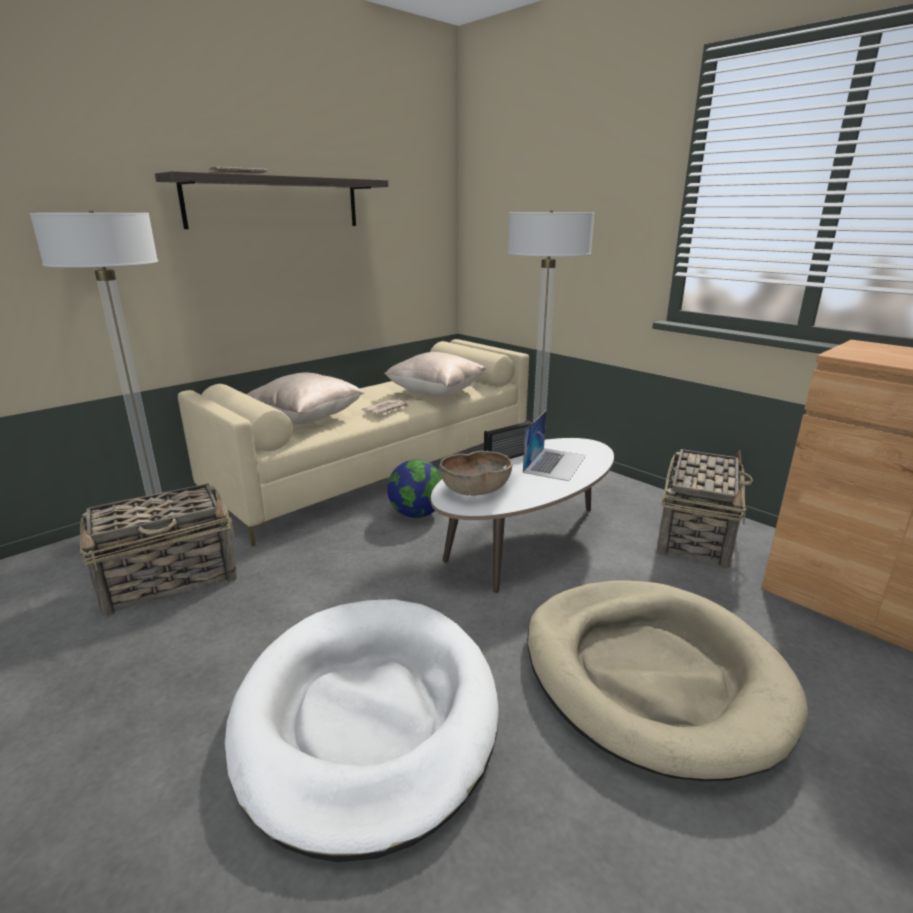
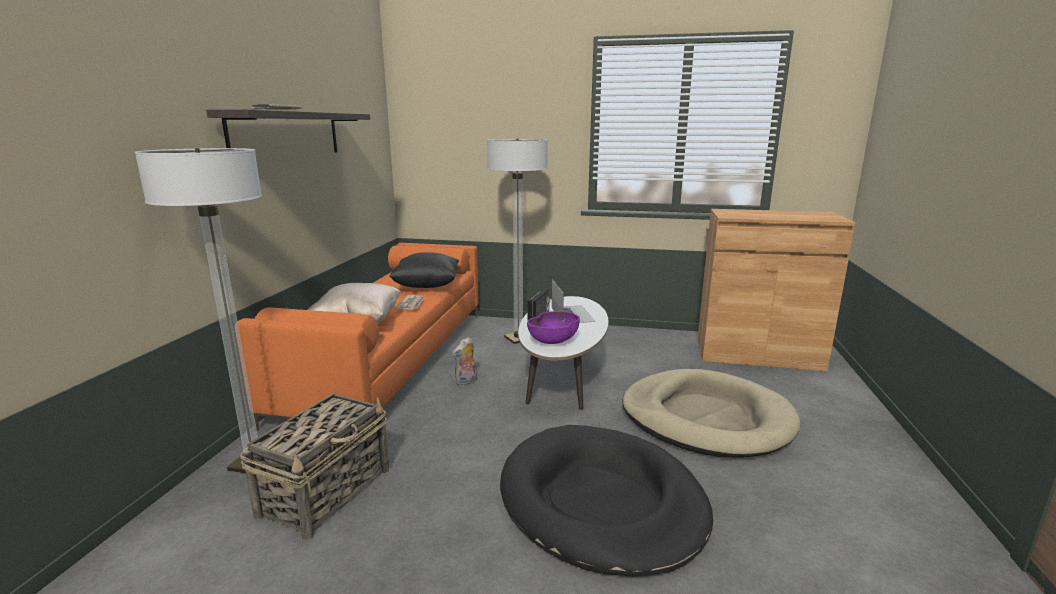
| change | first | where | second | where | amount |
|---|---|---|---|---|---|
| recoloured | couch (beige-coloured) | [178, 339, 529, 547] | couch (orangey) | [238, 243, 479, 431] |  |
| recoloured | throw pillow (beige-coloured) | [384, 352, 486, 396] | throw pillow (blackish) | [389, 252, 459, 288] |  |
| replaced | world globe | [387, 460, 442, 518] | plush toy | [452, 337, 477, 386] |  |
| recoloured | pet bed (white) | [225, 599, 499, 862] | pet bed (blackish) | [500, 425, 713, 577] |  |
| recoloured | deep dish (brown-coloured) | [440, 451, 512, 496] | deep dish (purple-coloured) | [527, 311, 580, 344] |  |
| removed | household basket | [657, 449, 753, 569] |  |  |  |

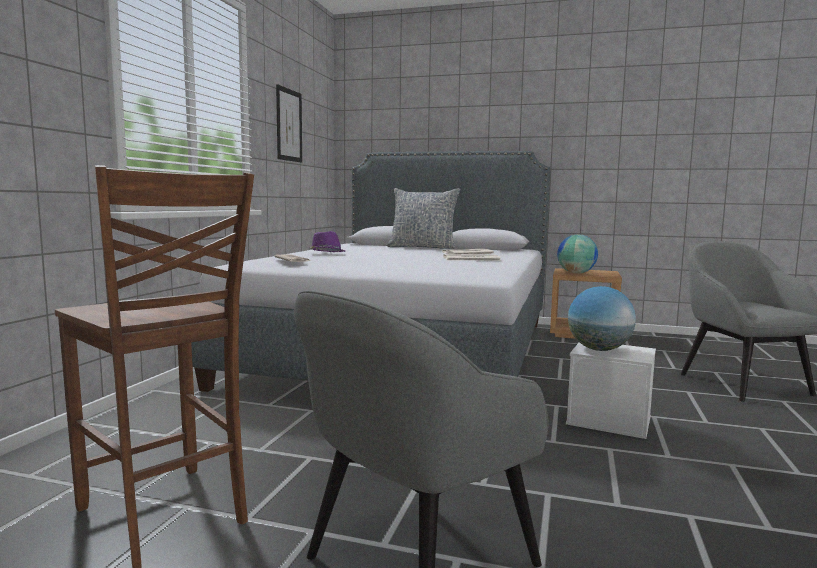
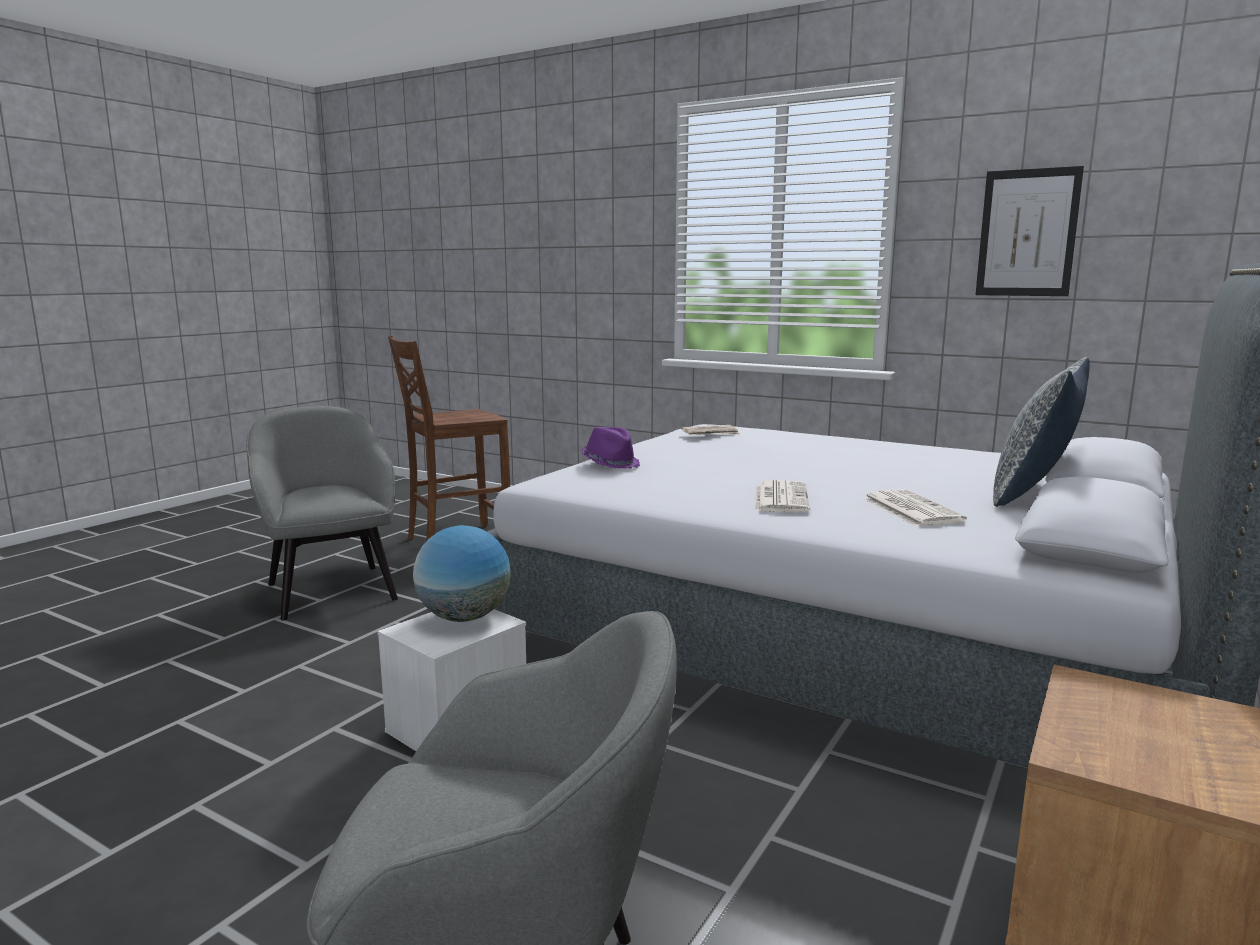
| change | first | where | second | where | amount |
|---|---|---|---|---|---|
| moved | hat (purple-coloured) | [309, 231, 346, 252] |  | [581, 427, 640, 469] |  |
| removed | world globe | [557, 234, 598, 274] |  |  |  |

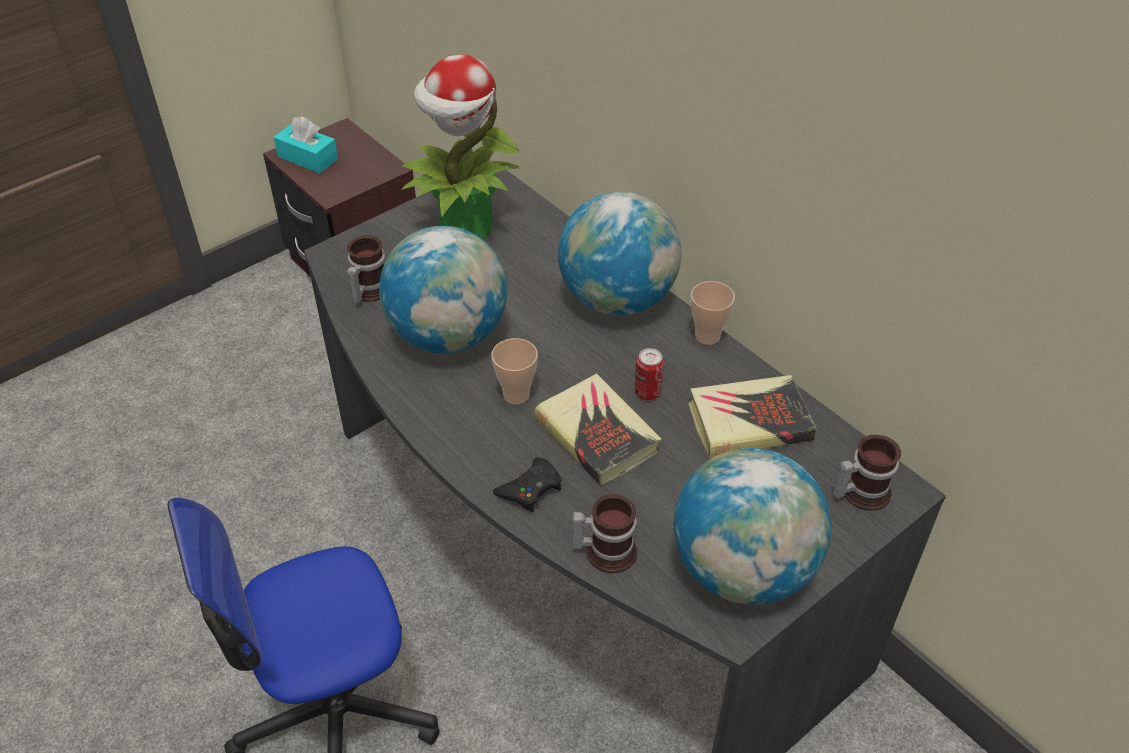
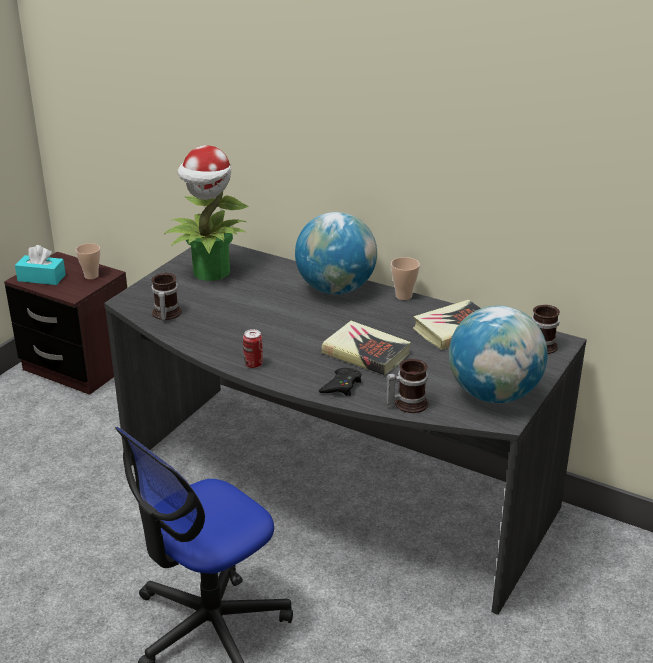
| change | first | where | second | where | amount |
|---|---|---|---|---|---|
| moved | drinking cup | [491, 338, 538, 404] |  | [76, 243, 100, 279] |  |
| moved | metal can | [635, 348, 664, 400] |  | [243, 329, 263, 368] |  |
| removed | world globe | [379, 226, 507, 354] |  |  |  |

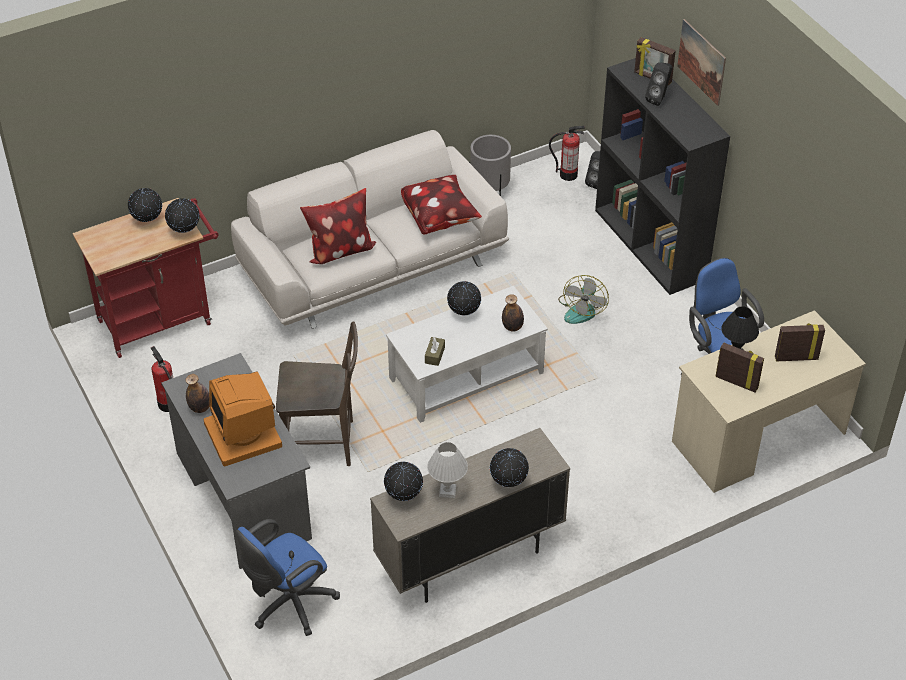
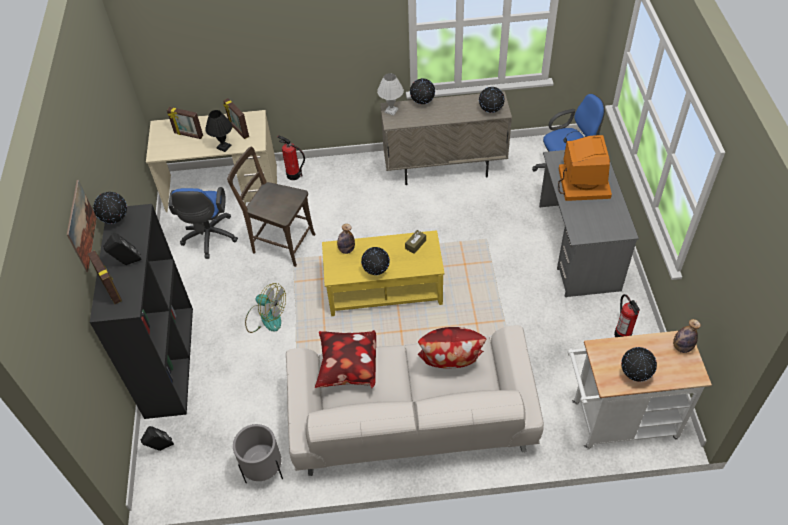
| change | first | where | second | where | amount |
|---|---|---|---|---|---|
| moved | world globe | [165, 199, 199, 233] |  | [93, 192, 127, 224] |  |
| moved | upright chair (brown-coloured) | [276, 322, 358, 466] |  | [227, 147, 315, 267] |  |
| turned | fan | [558, 275, 609, 324] |  | [245, 283, 286, 333] | 75 degrees clockwise |
| moved | fire extinguisher | [549, 126, 585, 181] |  | [277, 135, 305, 180] |  |
| recoloured | coffee table (white) | [386, 286, 548, 423] | coffee table (yellow) | [322, 230, 445, 316] |  |
| moved | lamp for a table (white) | [427, 442, 468, 498] |  | [377, 73, 404, 116] |  |
| recoloured | wheeled cart (reddish) | [73, 198, 218, 358] | wheeled cart (white) | [568, 331, 712, 450] |  |
| moved | drink bottle | [186, 374, 209, 413] |  | [673, 319, 701, 353] |  |

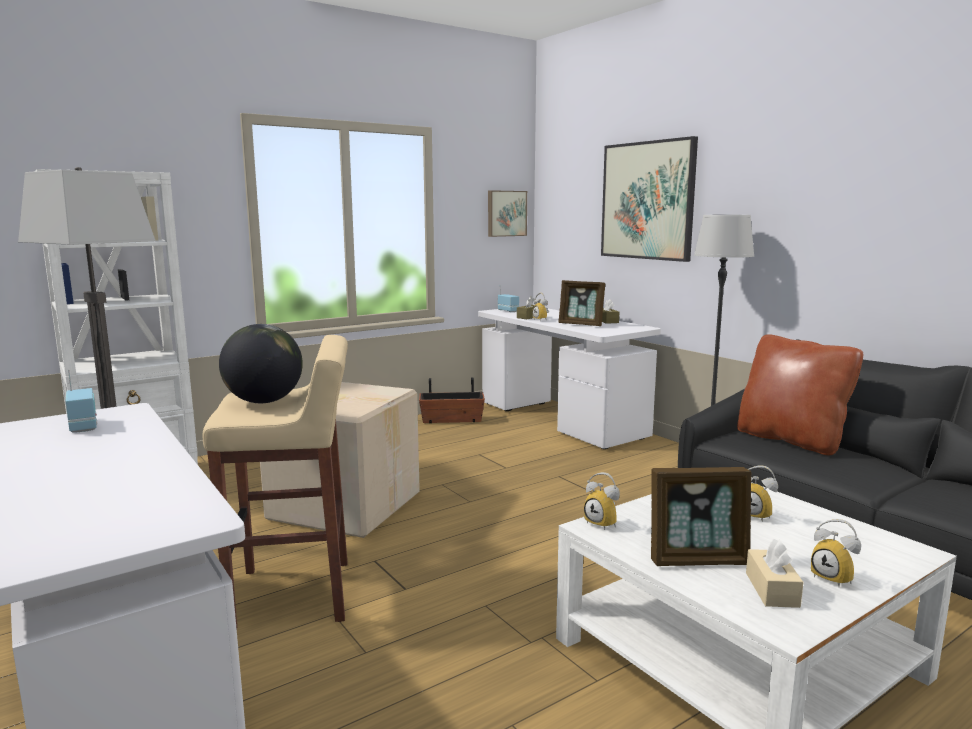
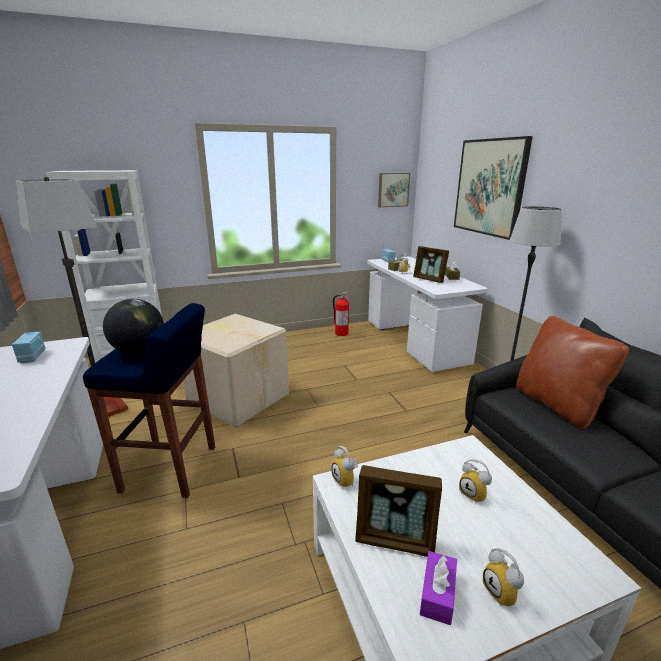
| change | first | where | second | where | amount |
|---|---|---|---|---|---|
| recoloured | stool (beige-coloured) | [203, 335, 348, 629] | stool (bluish) | [83, 303, 215, 498] |  |
| replaced | plant pot | [419, 377, 485, 423] | fire extinguisher | [333, 291, 351, 336] |  |
| recoloured | box of tissues (beige-coloured) | [746, 539, 803, 608] | box of tissues (purple-coloured) | [420, 551, 457, 625] |  |

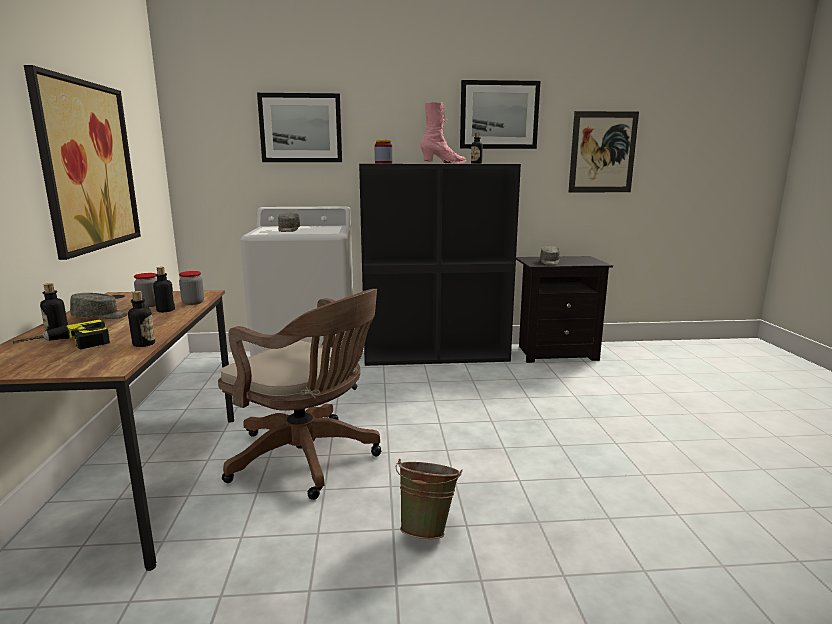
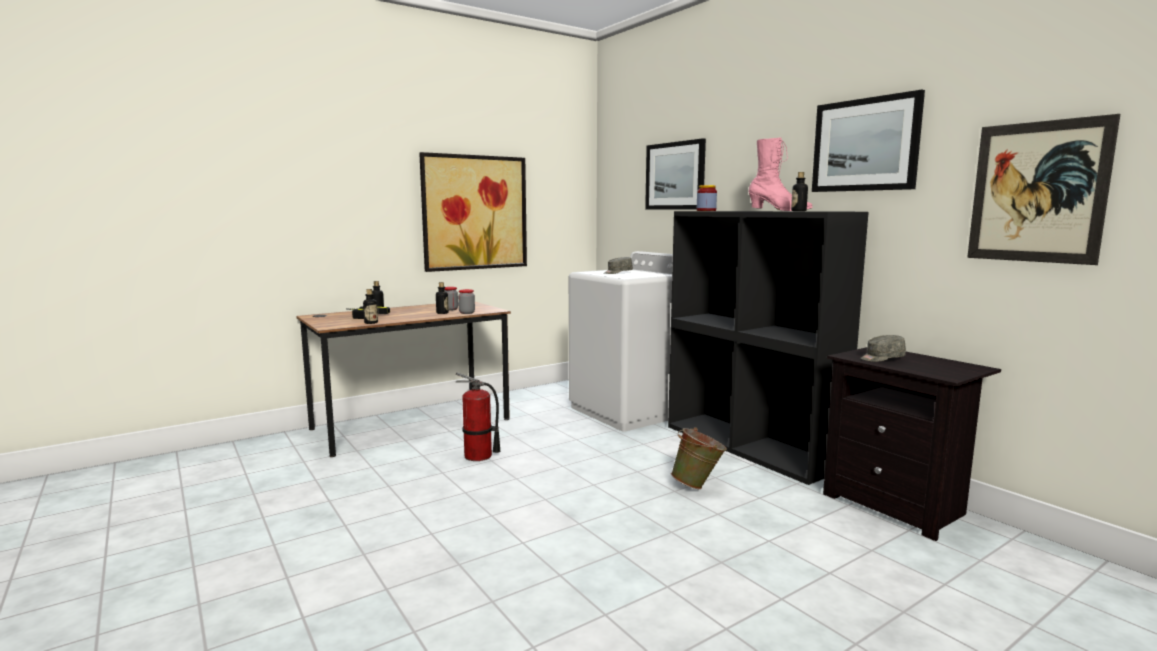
| change | first | where | second | where | amount |
|---|---|---|---|---|---|
| replaced | desk chair (brown-coloured) | [218, 289, 381, 500] | fire extinguisher | [455, 372, 500, 461] |  |
| moved | pail (greenish) | [396, 459, 462, 539] |  | [671, 427, 727, 489] |  |
| removed | peaked cap (gray) | [70, 293, 128, 319] |  |  |  |

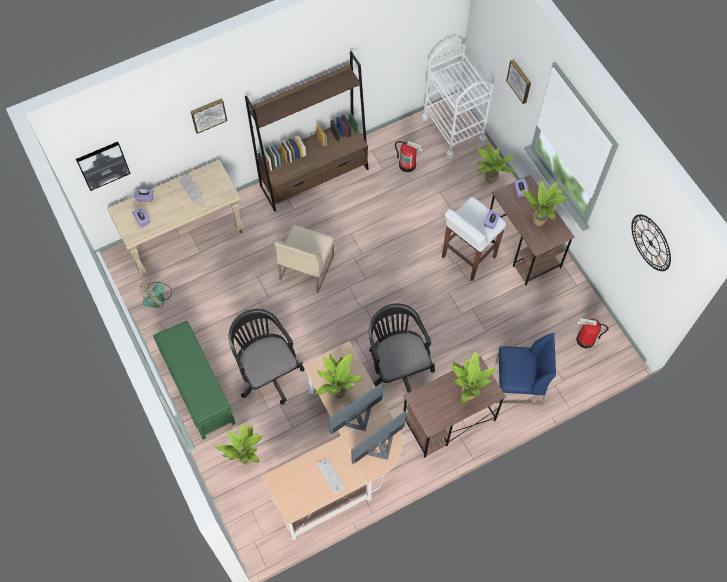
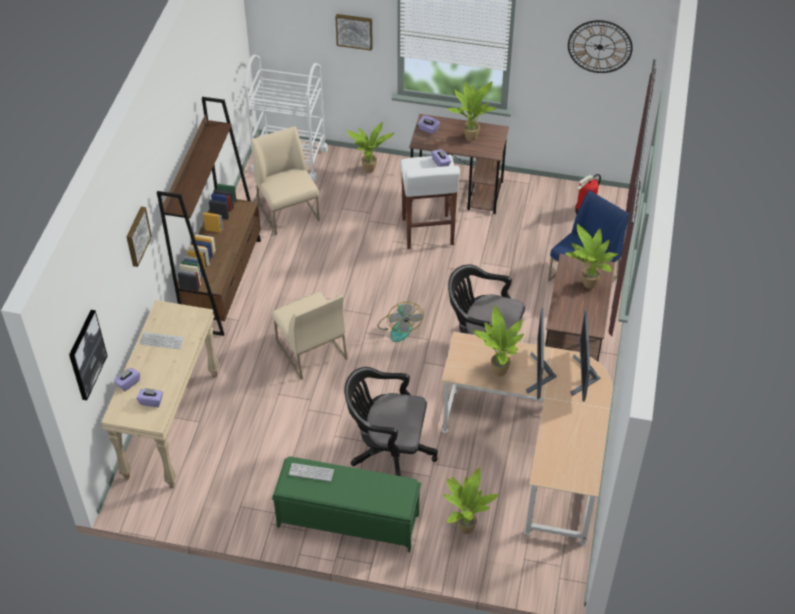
| change | first | where | second | where | amount |
|---|---|---|---|---|---|
| replaced | fire extinguisher | [395, 141, 423, 173] | upright chair (beige-coloured) | [251, 126, 320, 235] |  |
| moved | computer keyboard | [317, 458, 345, 494] |  | [289, 463, 334, 482] |  |
| moved | fan | [139, 282, 172, 308] |  | [378, 301, 423, 342] |  |

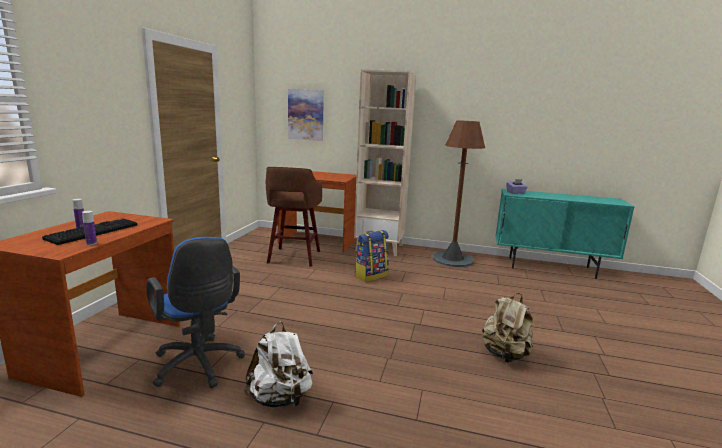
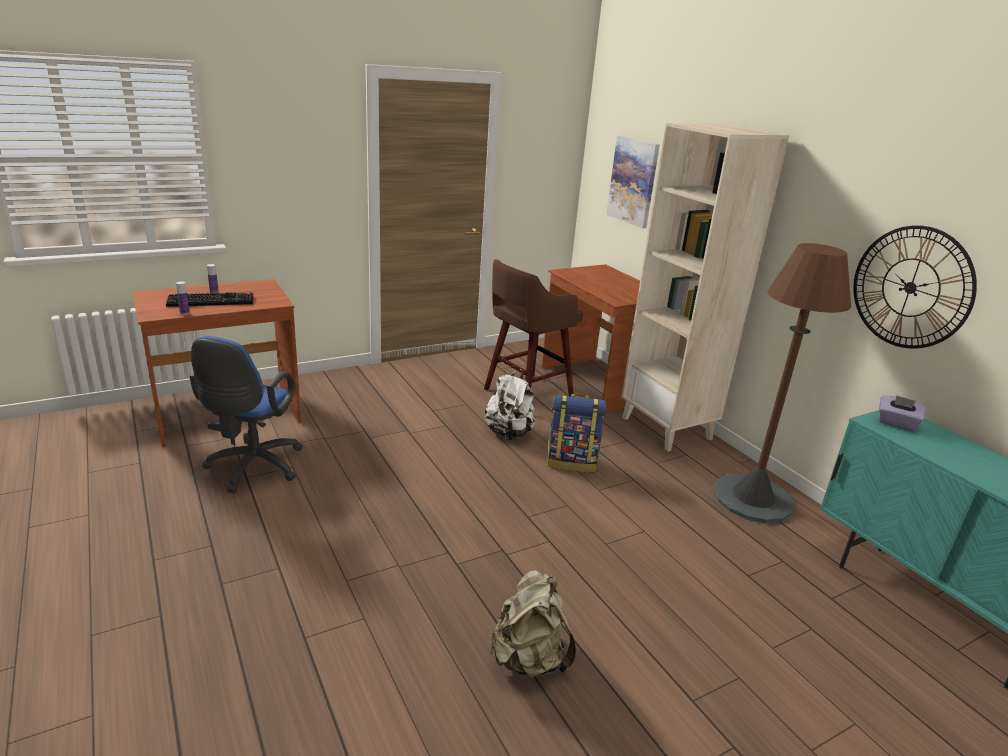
| change | first | where | second | where | amount |
|---|---|---|---|---|---|
| moved | knapsack (white) | [244, 322, 313, 408] |  | [485, 369, 536, 440] |  |
| added |  |  | clock on the wall | [853, 225, 977, 349] |  |

